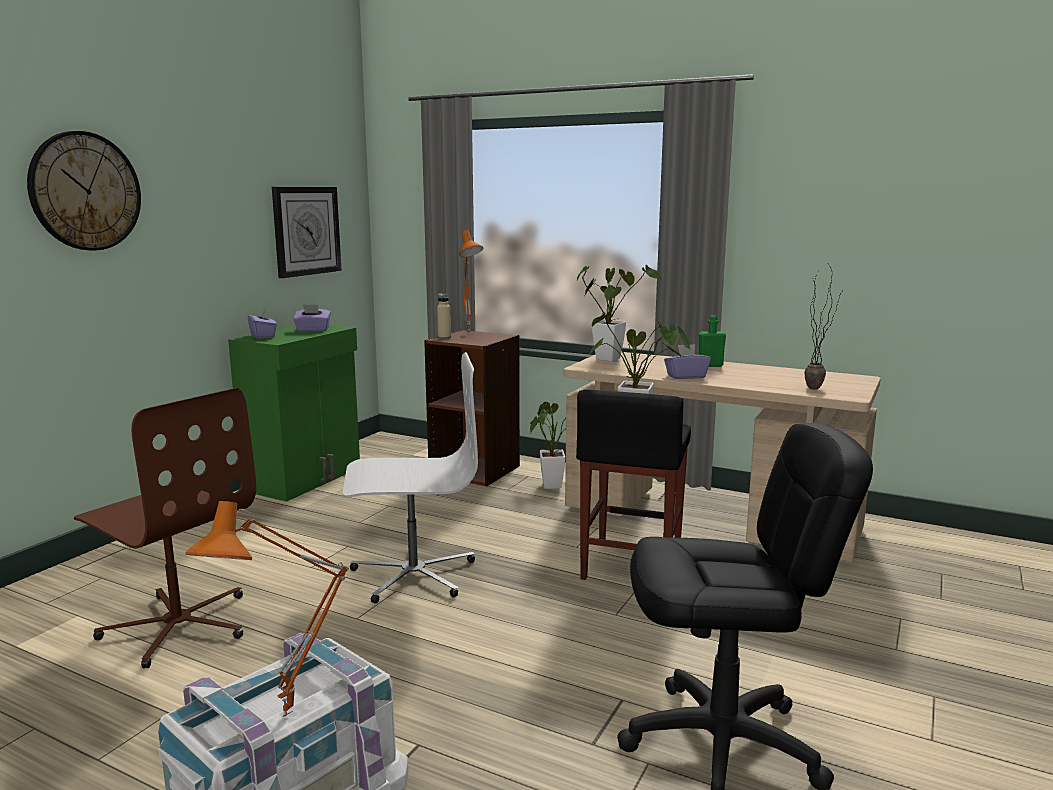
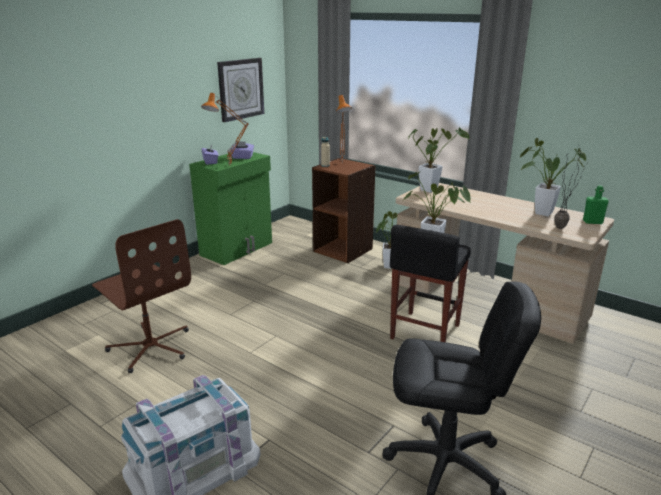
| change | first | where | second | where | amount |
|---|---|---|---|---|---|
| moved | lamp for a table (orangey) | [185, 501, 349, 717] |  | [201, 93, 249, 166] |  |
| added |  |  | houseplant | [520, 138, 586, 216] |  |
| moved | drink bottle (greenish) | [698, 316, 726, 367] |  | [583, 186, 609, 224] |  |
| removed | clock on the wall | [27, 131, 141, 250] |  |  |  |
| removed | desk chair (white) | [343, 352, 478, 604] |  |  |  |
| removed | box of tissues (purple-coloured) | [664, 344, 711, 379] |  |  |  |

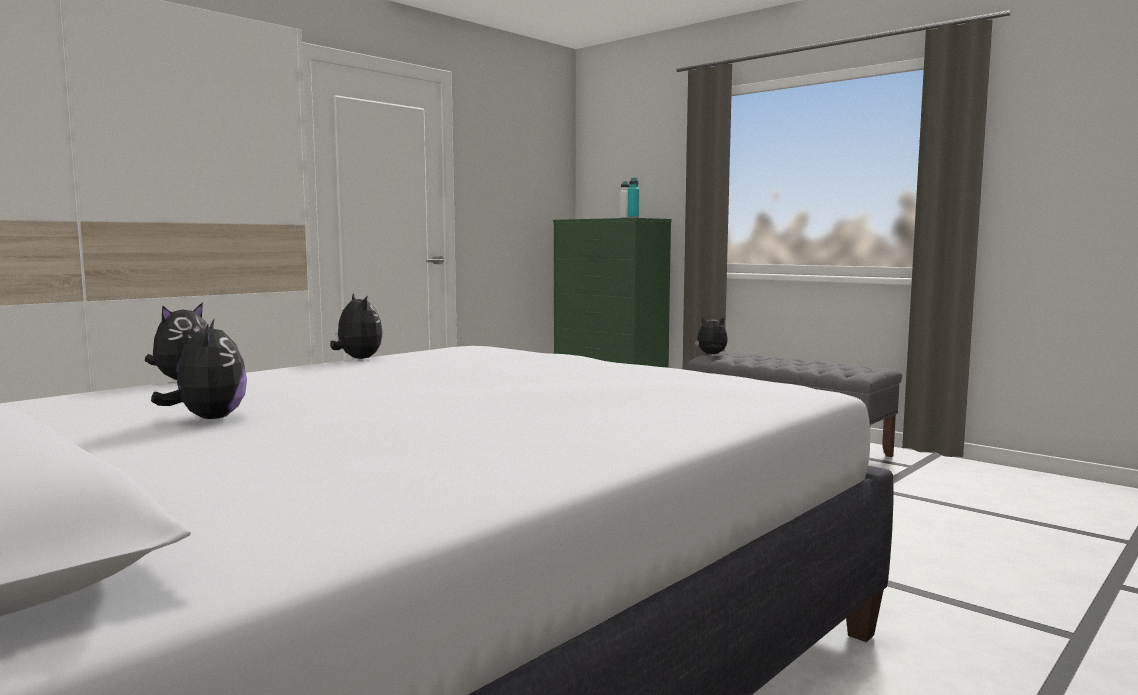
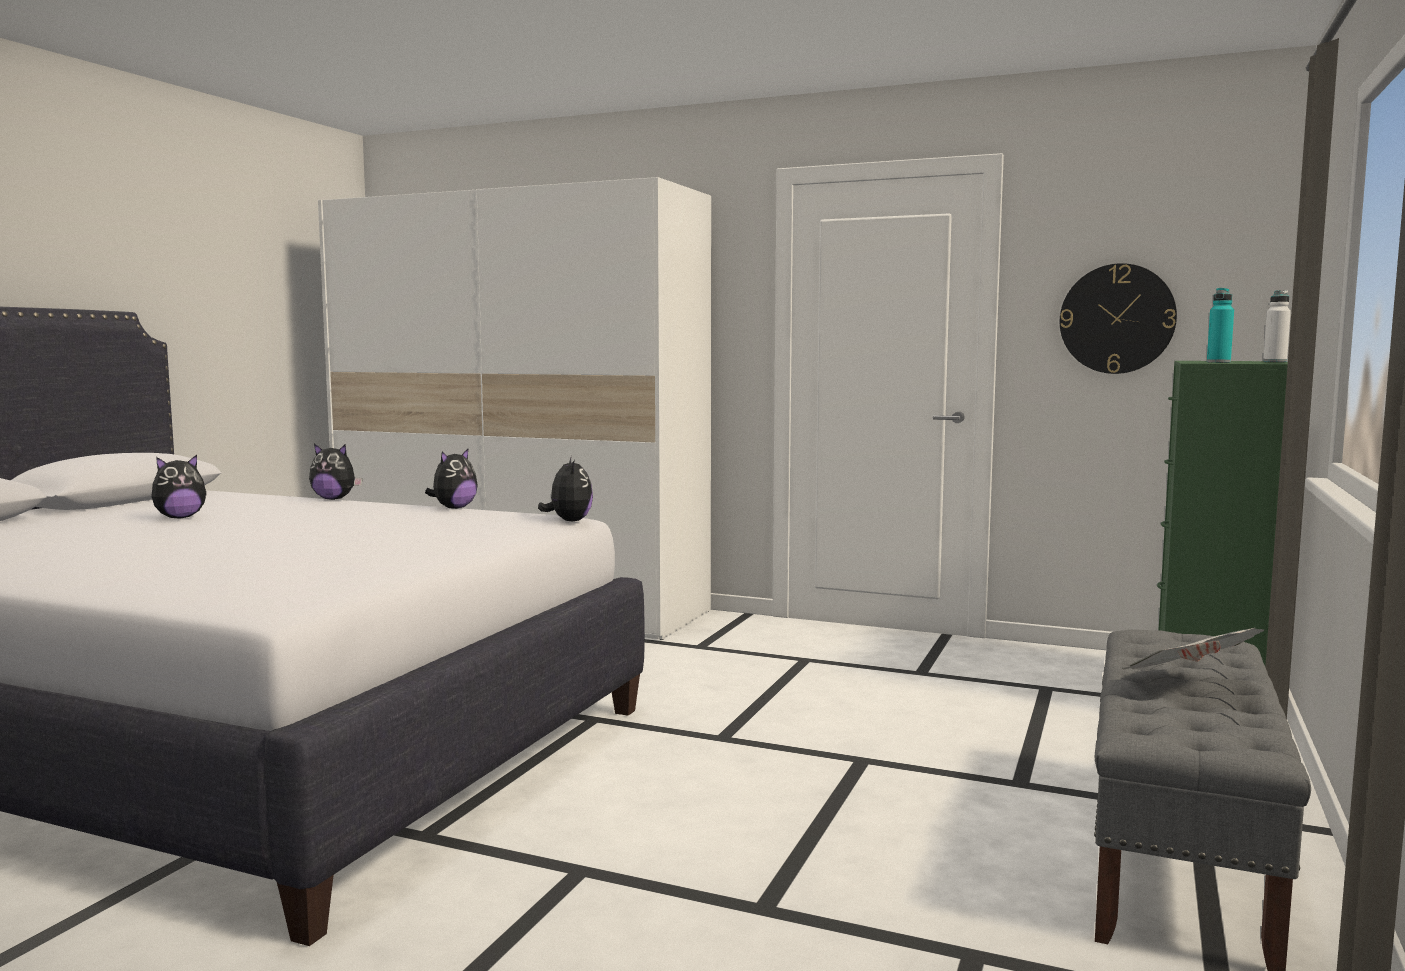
| change | first | where | second | where | amount |
|---|---|---|---|---|---|
| moved | plush toy | [695, 317, 728, 354] |  | [538, 456, 593, 521] |  |
| added |  |  | clock on the wall | [1060, 263, 1177, 374] |  |
| added |  |  | printed paper | [1122, 628, 1264, 669] |  |

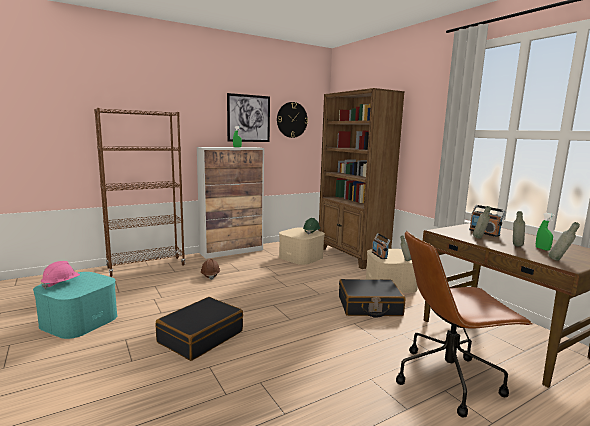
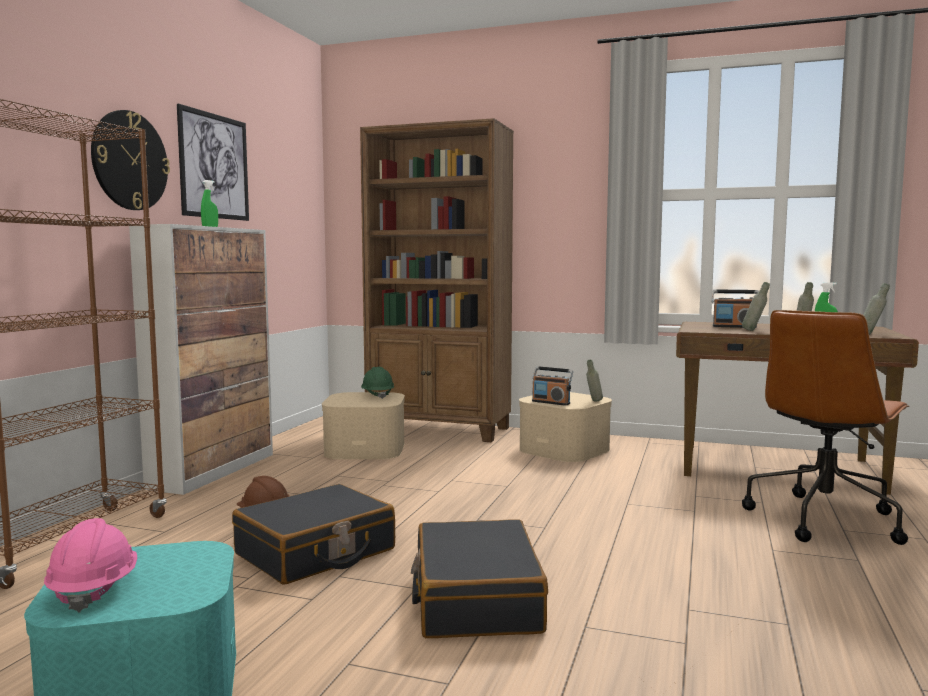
| change | first | where | second | where | amount |
|---|---|---|---|---|---|
| moved | clock on the wall | [277, 102, 308, 138] |  | [91, 110, 170, 210] |  |
| moved | suitcase (blackish) | [339, 279, 405, 318] |  | [232, 484, 395, 584] |  |

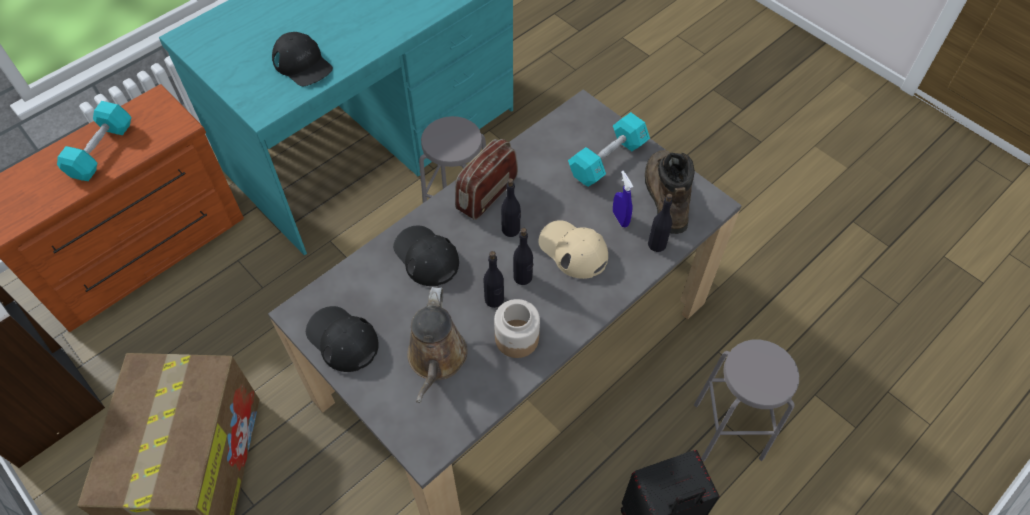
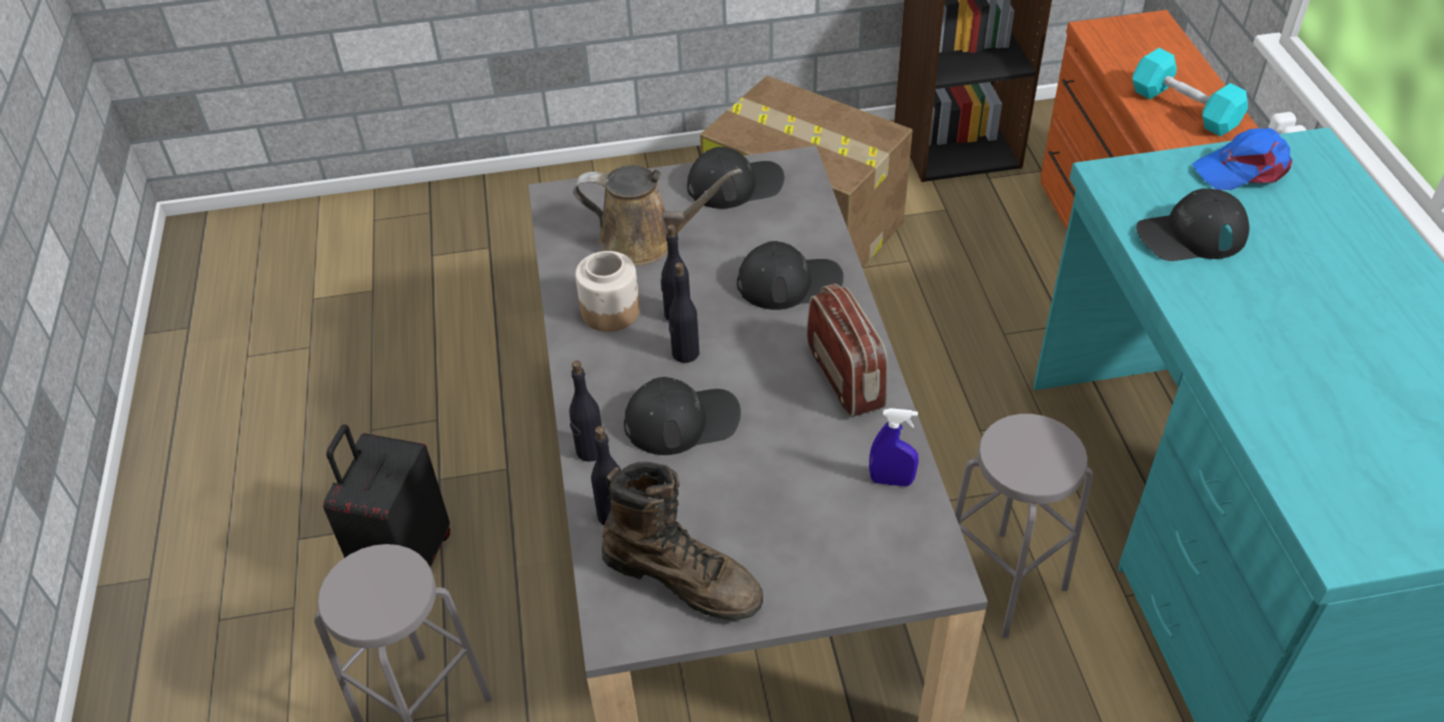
| change | first | where | second | where | amount |
|---|---|---|---|---|---|
| moved | drink bottle (blackish) | [501, 178, 521, 237] |  | [569, 361, 602, 462] |  |
| turned | watering can (brown-coloured) | [407, 287, 468, 403] |  | [573, 165, 742, 266] | 150 degrees clockwise |
| recoloured | peaked cap (beige-coloured) | [538, 220, 608, 279] | peaked cap (blackish) | [624, 377, 741, 455] |  |
| moved | sprayer (bluish) | [613, 171, 633, 227] |  | [869, 408, 919, 486] |  |
| added |  |  | peaked cap (bluish) | [1193, 128, 1293, 190] |  |
| removed | hand weight (turquoise-coloured) | [568, 112, 650, 187] |  |  |  |

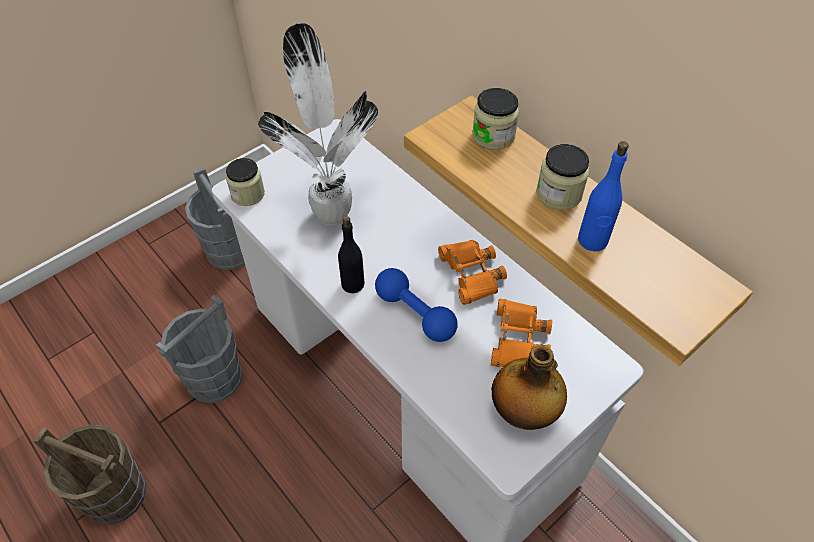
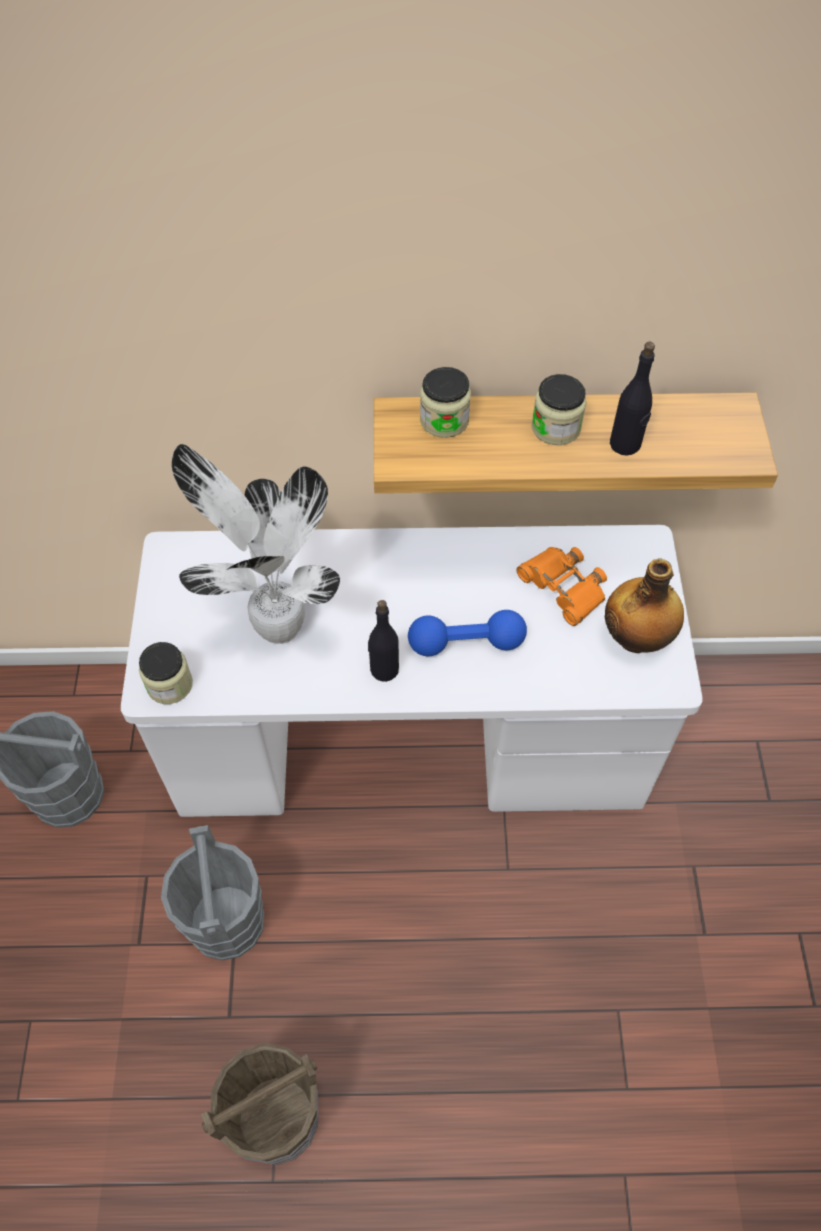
| change | first | where | second | where | amount |
|---|---|---|---|---|---|
| recoloured | drink bottle (bluish) | [578, 141, 629, 251] | drink bottle (blackish) | [610, 342, 655, 456] |  |
| removed | field glasses (orangey) | [438, 240, 507, 305] |  |  |  |

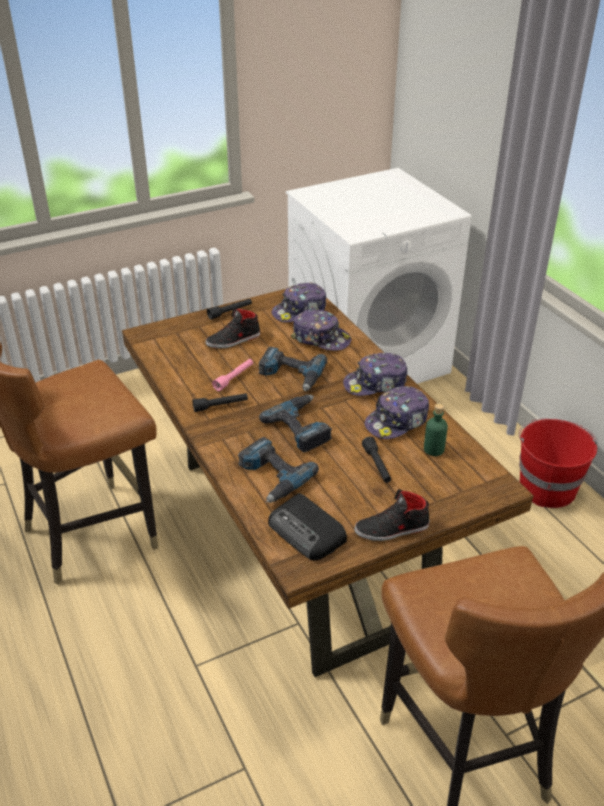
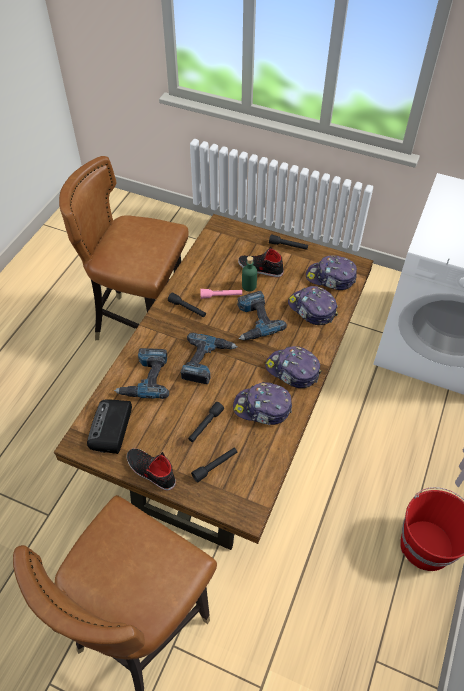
| change | first | where | second | where | amount |
|---|---|---|---|---|---|
| added |  |  | torch (blackish) | [191, 448, 237, 483] |  |
| moved | drink bottle (greenish) | [424, 403, 448, 456] |  | [242, 256, 257, 291] |  |
| turned | peaked cap | [291, 310, 351, 351] |  | [288, 286, 338, 325] | 150 degrees clockwise |

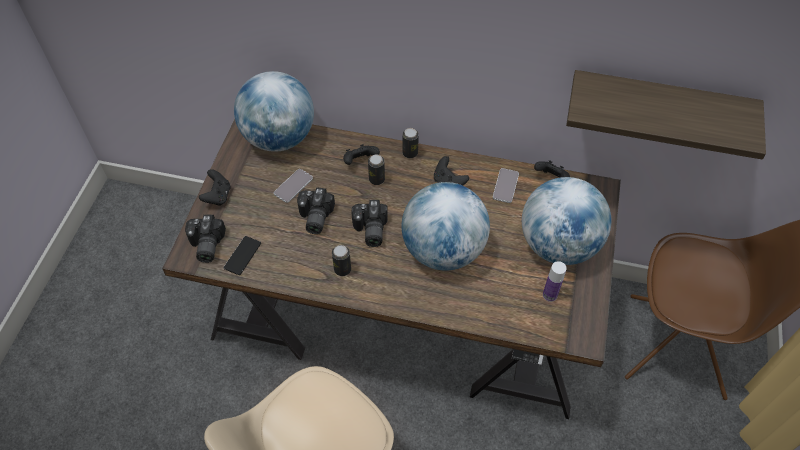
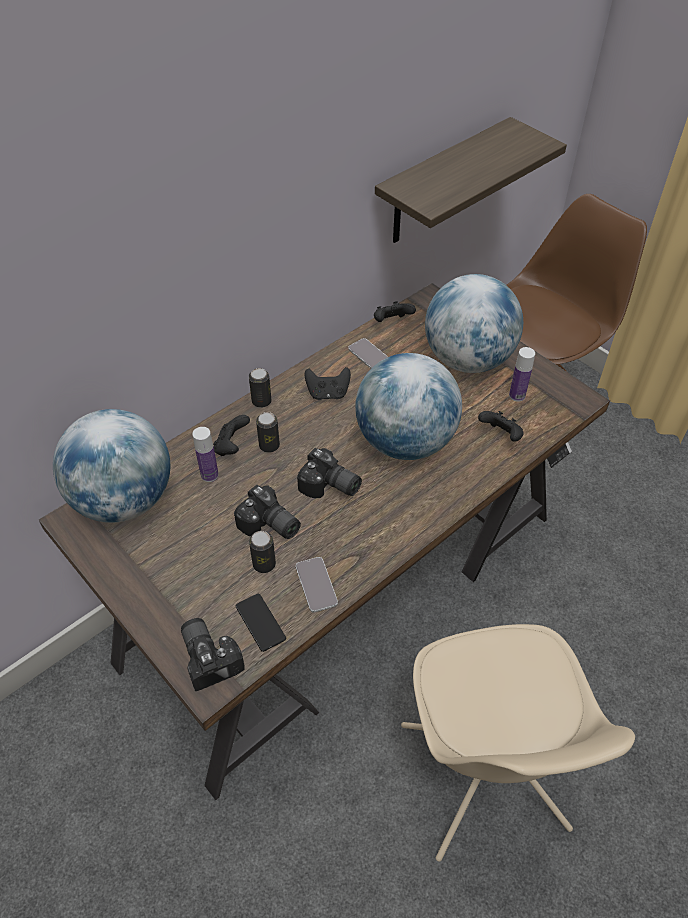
| change | first | where | second | where | amount |
|---|---|---|---|---|---|
| turned | photo camera | [185, 215, 226, 263] |  | [181, 618, 245, 691] | 150 degrees counterclockwise |
| added |  |  | drink bottle | [192, 427, 219, 482] |  |
| moved | metal can | [332, 245, 351, 276] |  | [249, 531, 276, 573] |  |
| moved | telephone | [274, 169, 313, 203] |  | [296, 557, 338, 612] |  |
| moved | gamepad (blackish) | [199, 169, 231, 206] |  | [478, 411, 524, 442] |  |

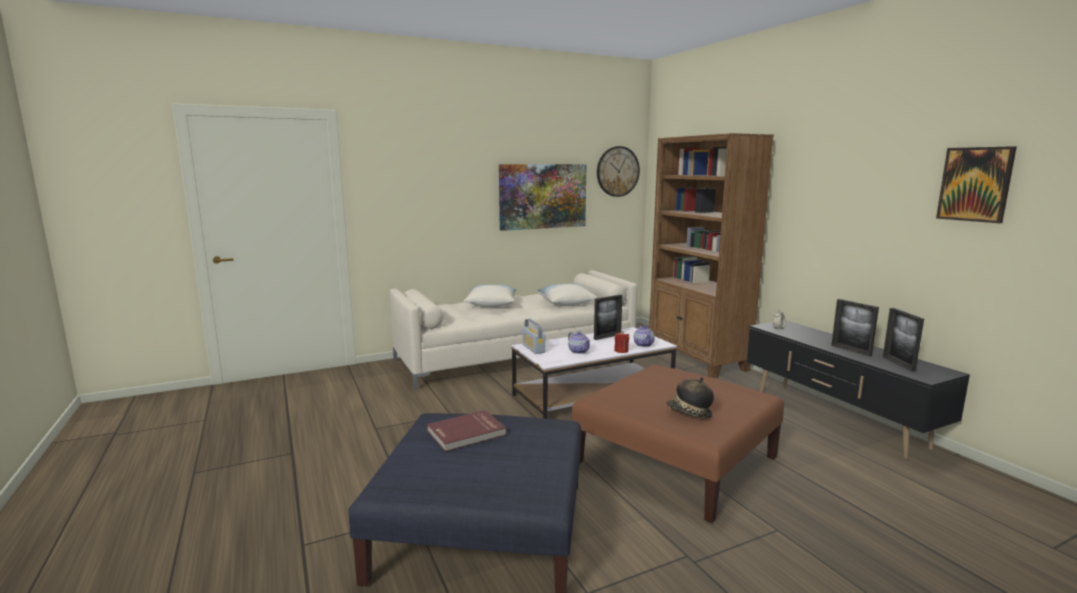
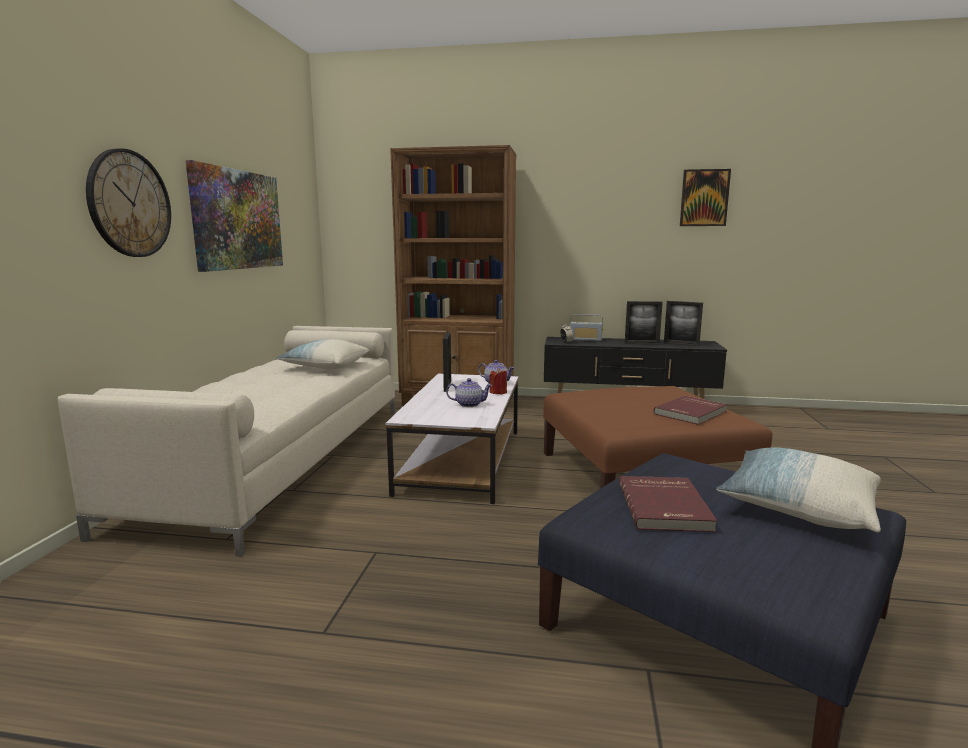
| change | first | where | second | where | amount |
|---|---|---|---|---|---|
| moved | clock on the wall | [597, 146, 640, 197] |  | [86, 148, 171, 257] |  |
| moved | radio | [522, 319, 545, 354] |  | [569, 314, 603, 341] |  |
| replaced | hat | [666, 377, 714, 419] | book (reddish) | [654, 396, 727, 425] |  |
| moved | throw pillow | [464, 285, 516, 307] |  | [716, 447, 881, 532] |  |

